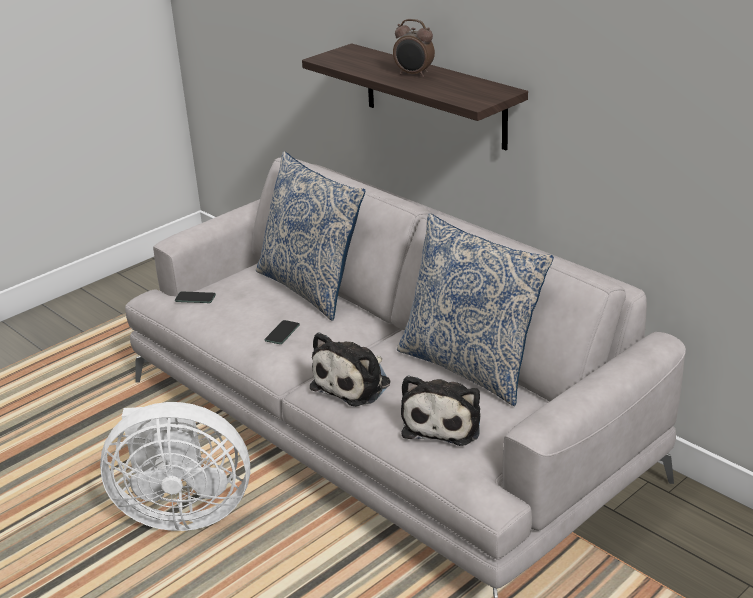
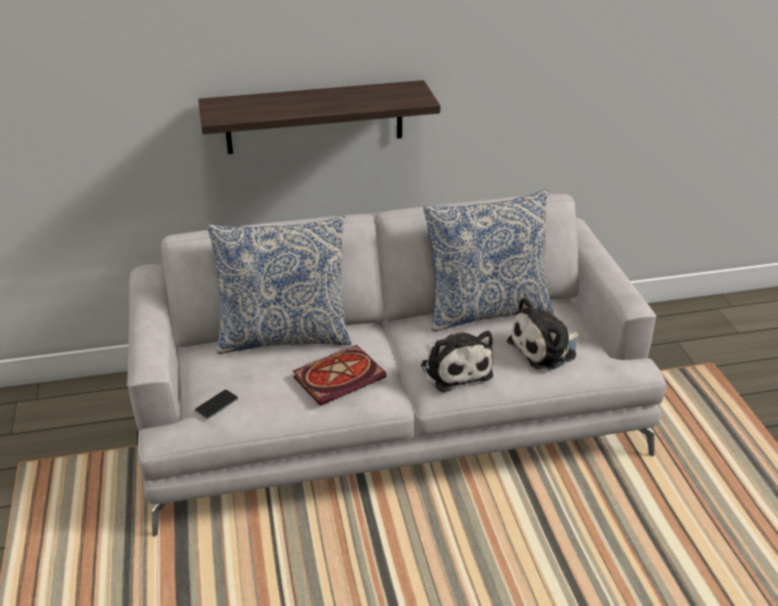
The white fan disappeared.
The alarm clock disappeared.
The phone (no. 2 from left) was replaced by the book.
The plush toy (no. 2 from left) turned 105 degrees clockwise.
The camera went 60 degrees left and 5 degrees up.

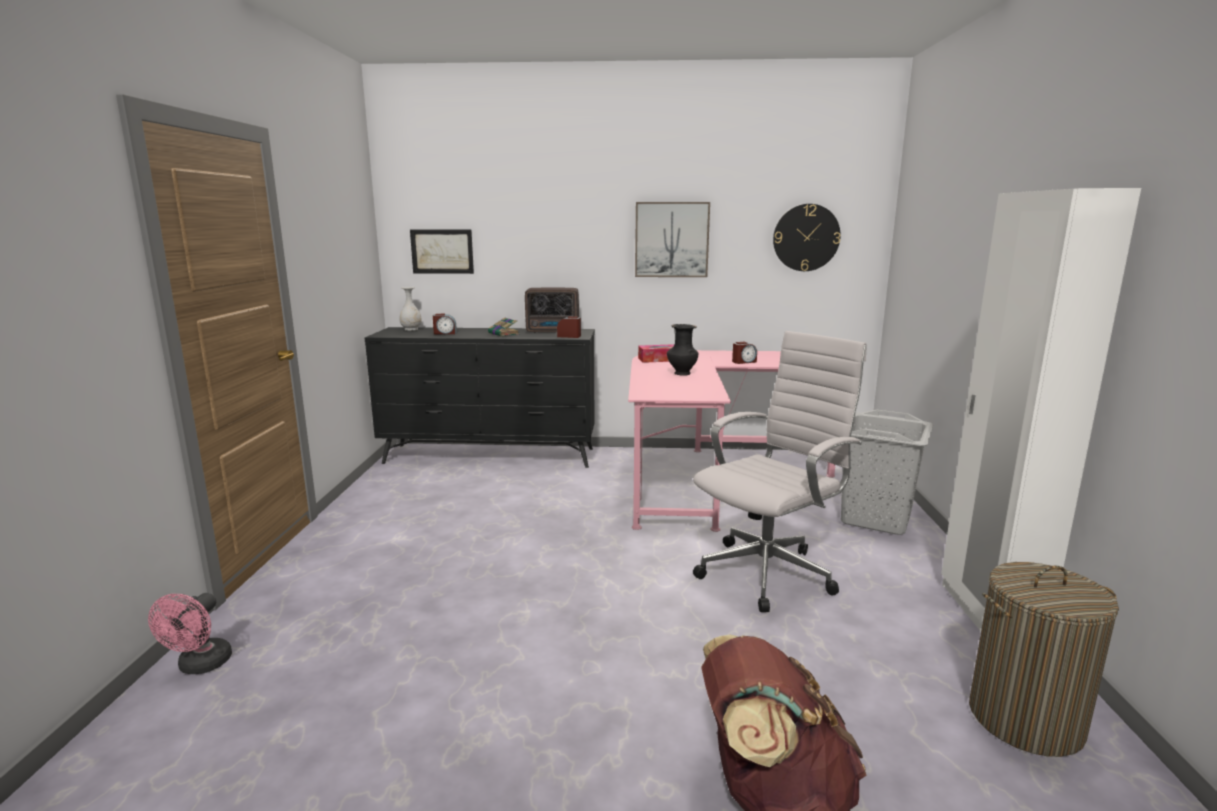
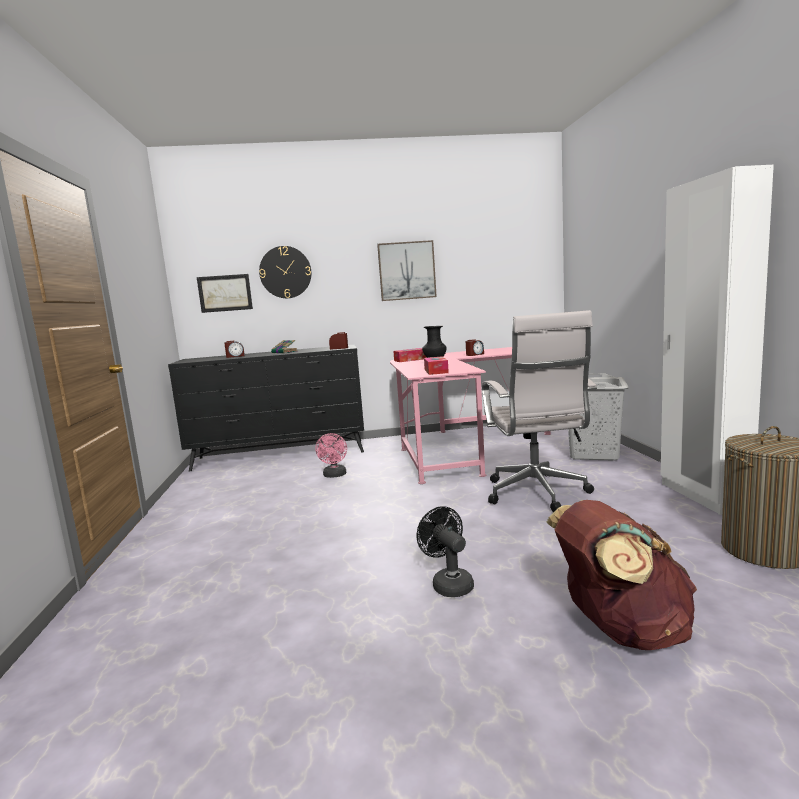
The white vase disappeared.
The radio disappeared.
The black fan appeared.
The tissue box (no. 2 from left) appeared.
The pink fan moved.
The wall clock moved.
The white office chair turned 135 degrees clockwise.
The camera went 10 degrees left and 5 degrees down.

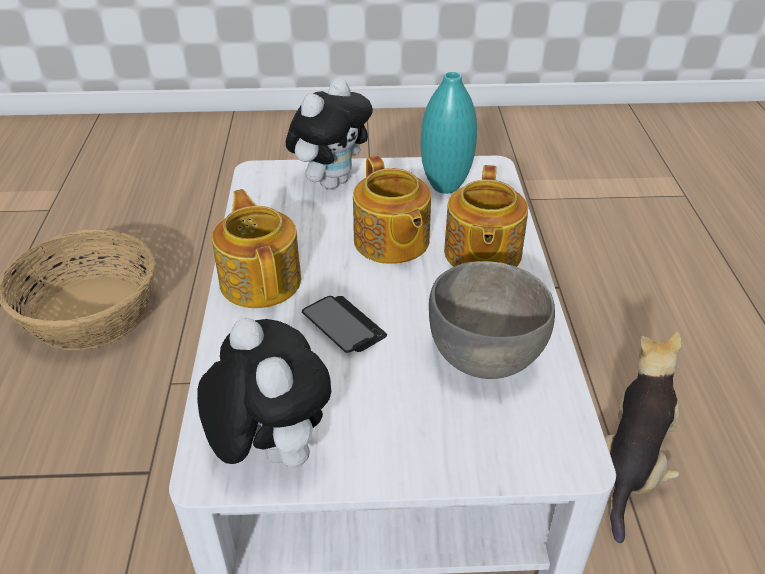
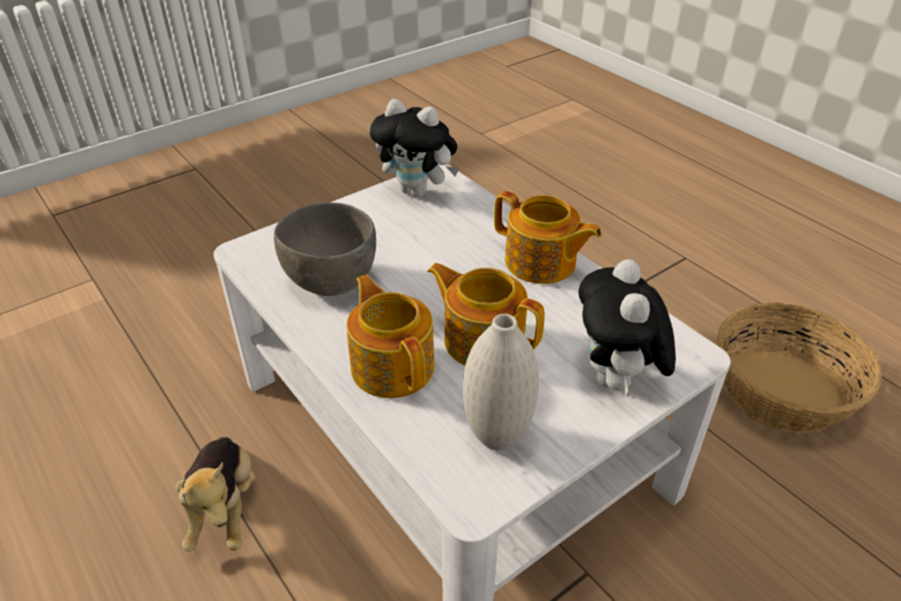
The phone disappeared.
The turquoise vase became the white vase.
The camera went 145 degrees right and 0 degrees up.

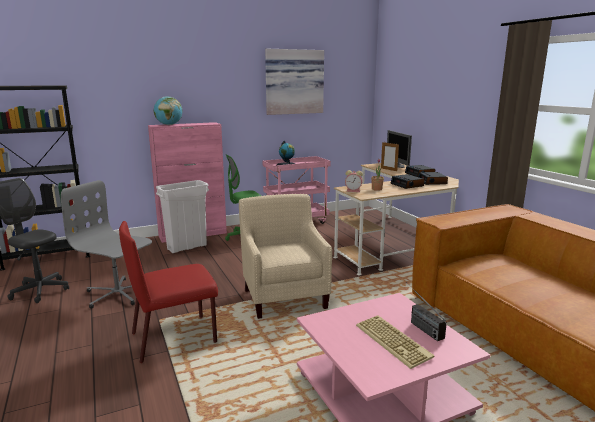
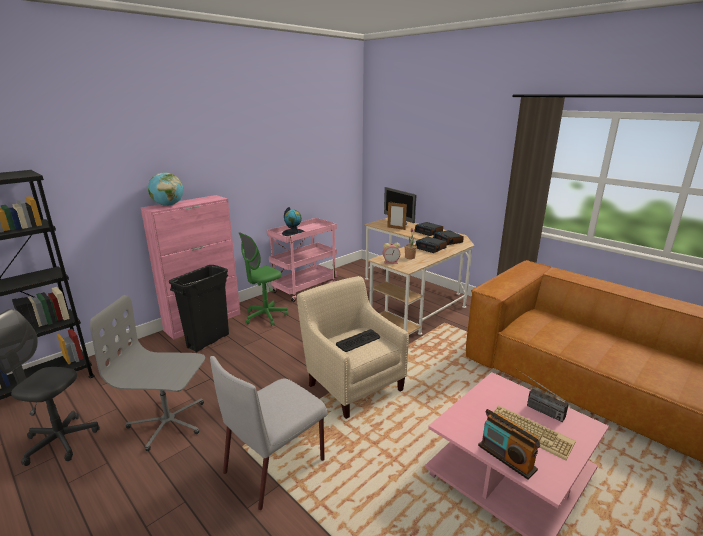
The picture disappeared.
The keyboard (no. 1 from left) appeared.
The radio (no. 1 from left) appeared.
The red chair became the grey chair.
The white trash can became the black trash can.
The camera went 20 degrees left and 5 degrees up.

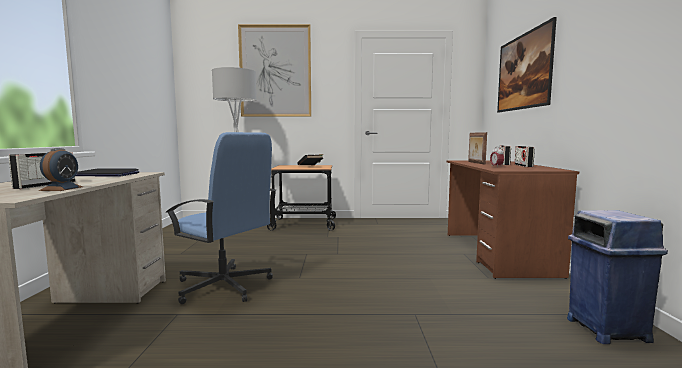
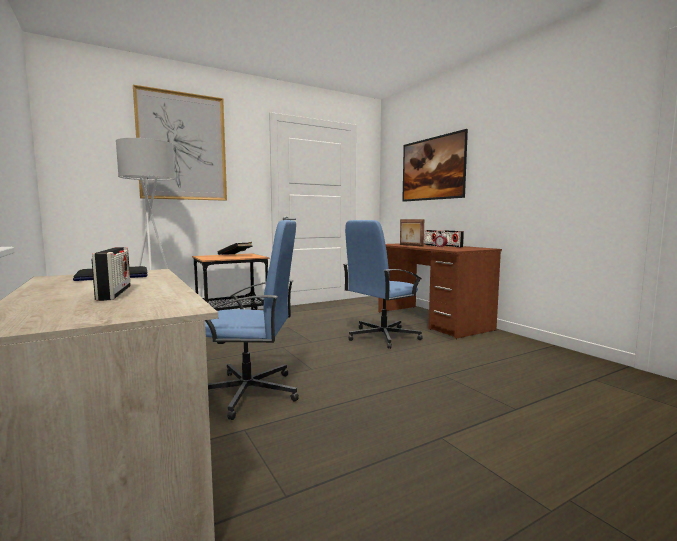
The alarm clock (no. 1 from left) disappeared.
The blue trash can disappeared.
The blue office chair (no. 2 from left) appeared.
The camera went 30 degrees left and 0 degrees up.

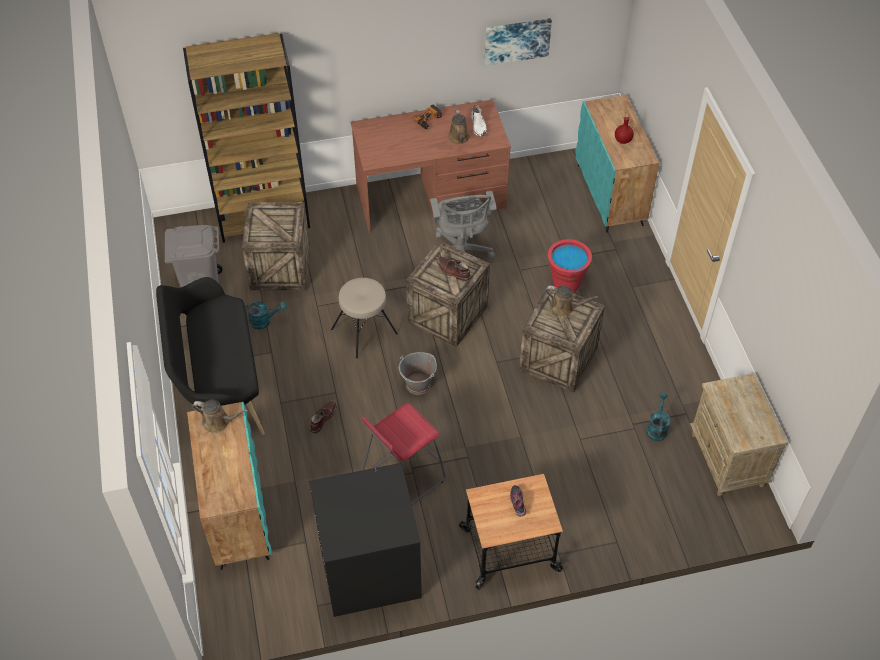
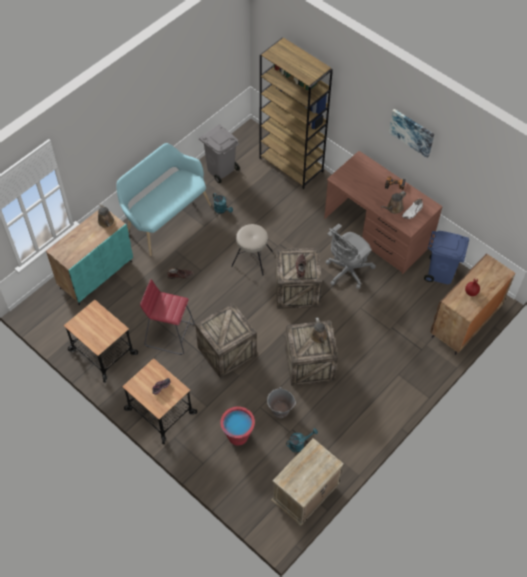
The blue trash can appeared.
The crate (no. 1 from left) moved.
The grey bucket moved.
The picture moved.
The red bucket moved.
The black washing machine was replaced by the cart (no. 1 from left).
The black bench became the turquoise bench.
The turquoise cabinet (no. 2 from left) became the brown cabinet.
The camera went 55 degrees right and 5 degrees up.

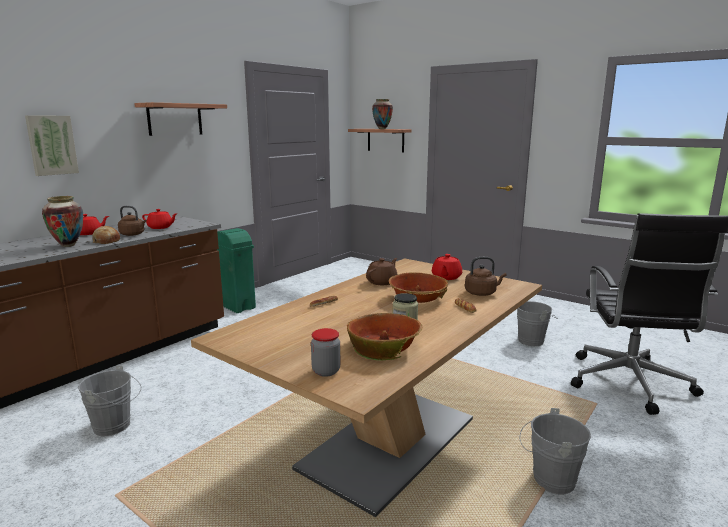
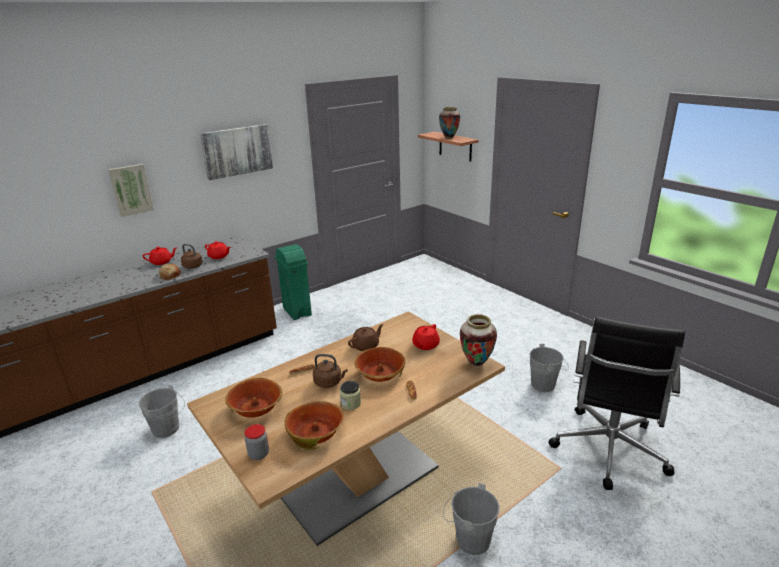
The bowl (no. 1 from left) appeared.
The vase (no. 1 from left in the first image) moved.
The brown kettle (no. 2 from left) moved.
The shelf (no. 1 from left) was replaced by the picture (no. 2 from left).
The camera went 15 degrees right and 10 degrees up.

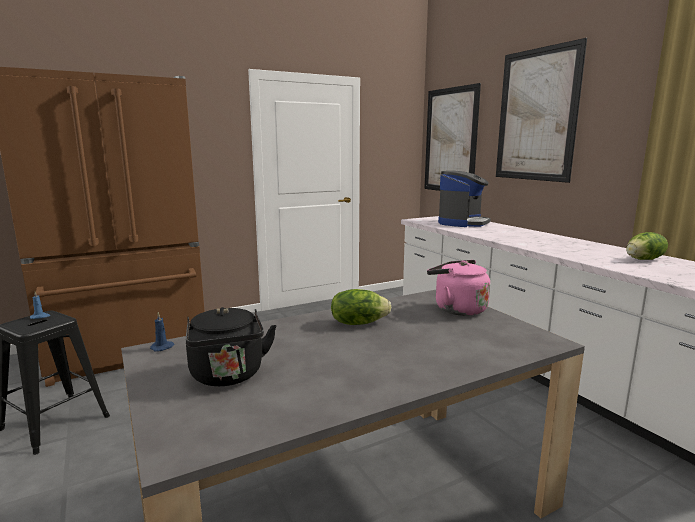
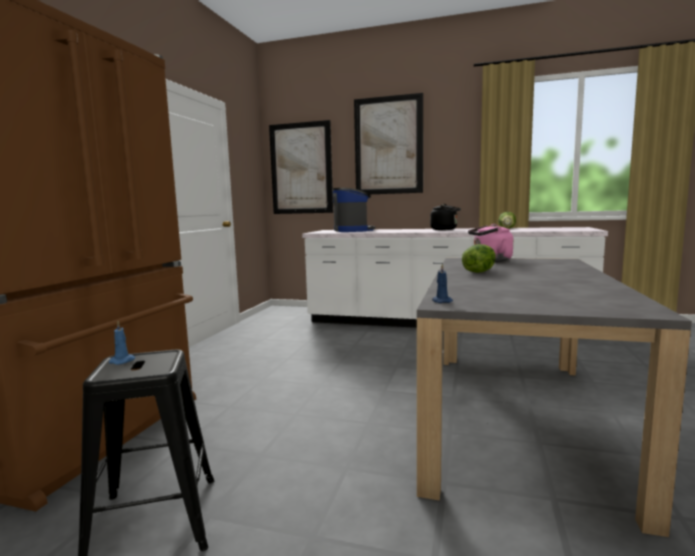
The black kettle moved.
The camera went 45 degrees left and 5 degrees down.

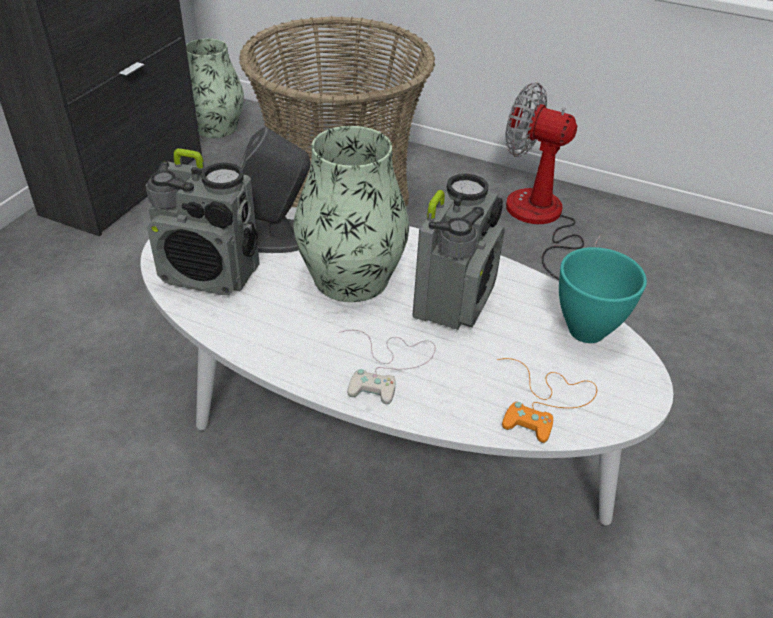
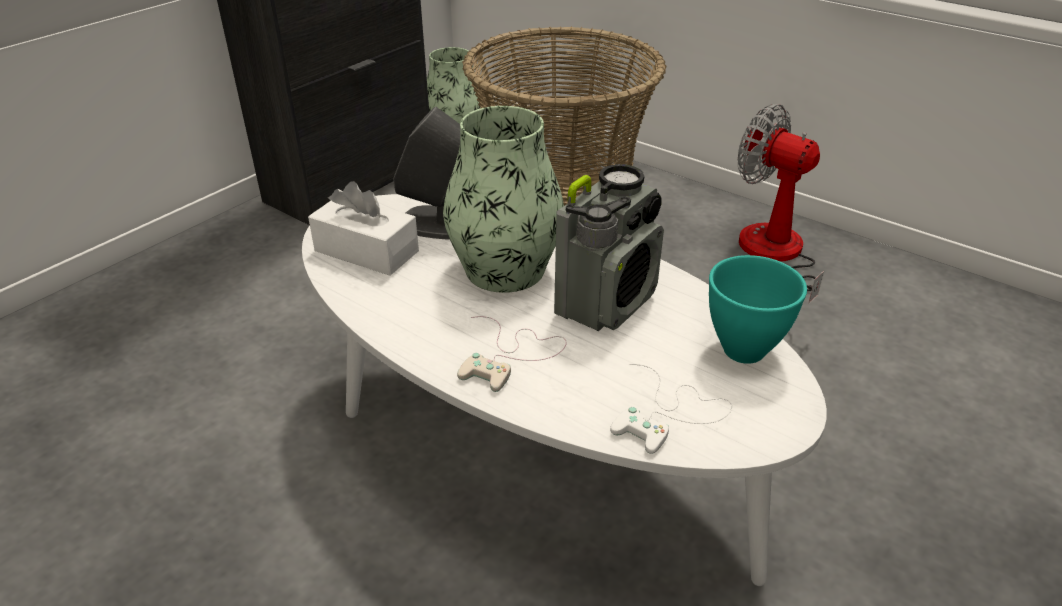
The radio (no. 1 from left) was replaced by the white tissue box.
The orange game controller became the white game controller (no. 2 from left).
The camera went 15 degrees right and 5 degrees down.

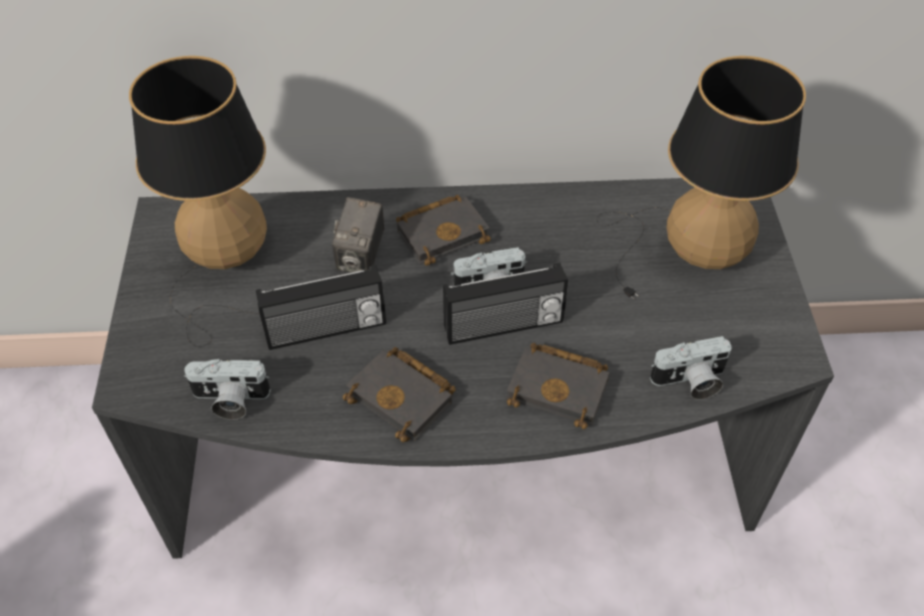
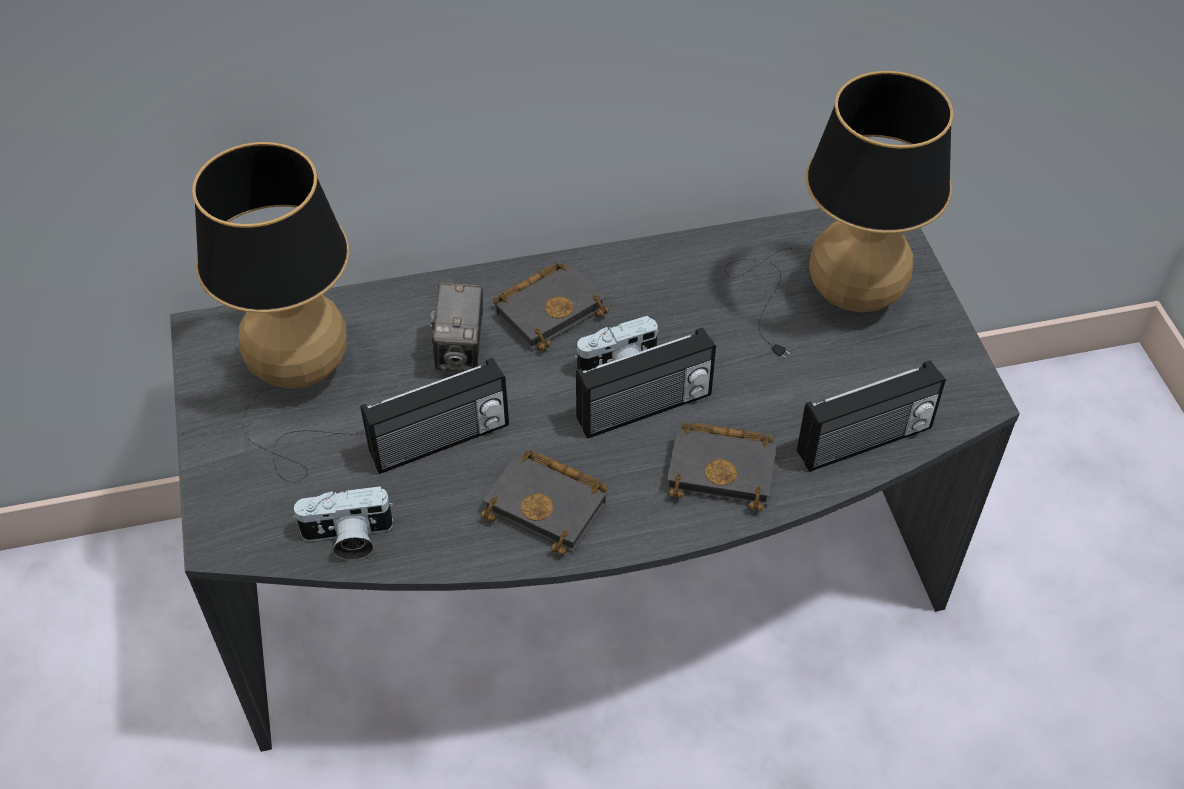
The photo camera (no. 4 from left) was replaced by the radio (no. 3 from left).
The camera went 10 degrees left and 0 degrees up.

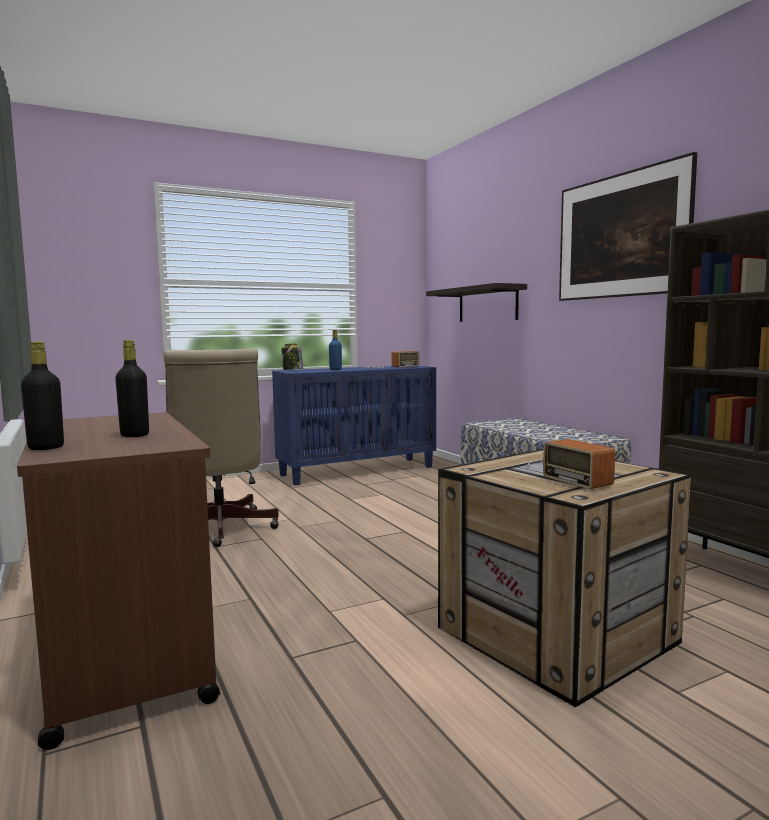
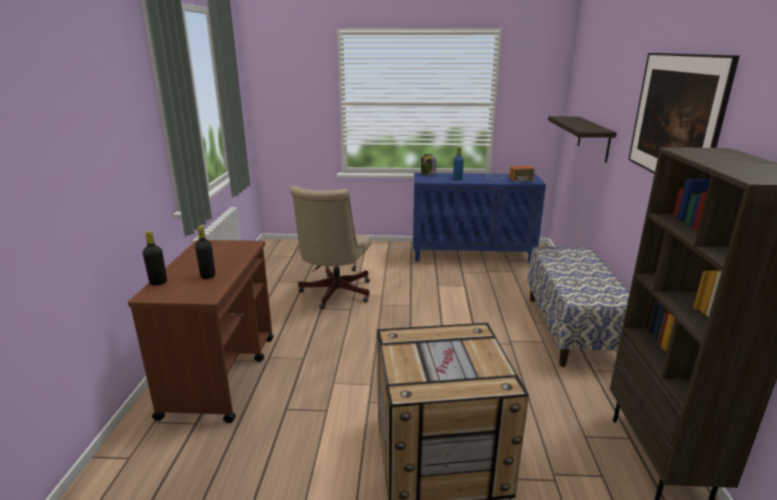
The radio (no. 2 from left) disappeared.
The camera went 30 degrees right and 15 degrees up.

